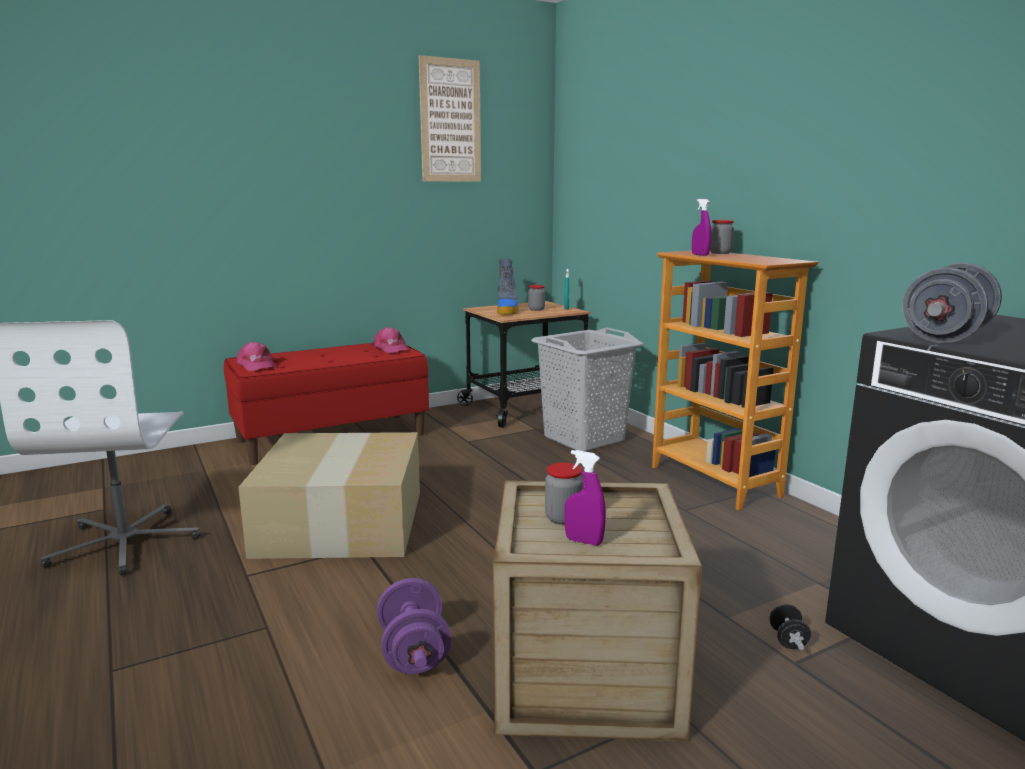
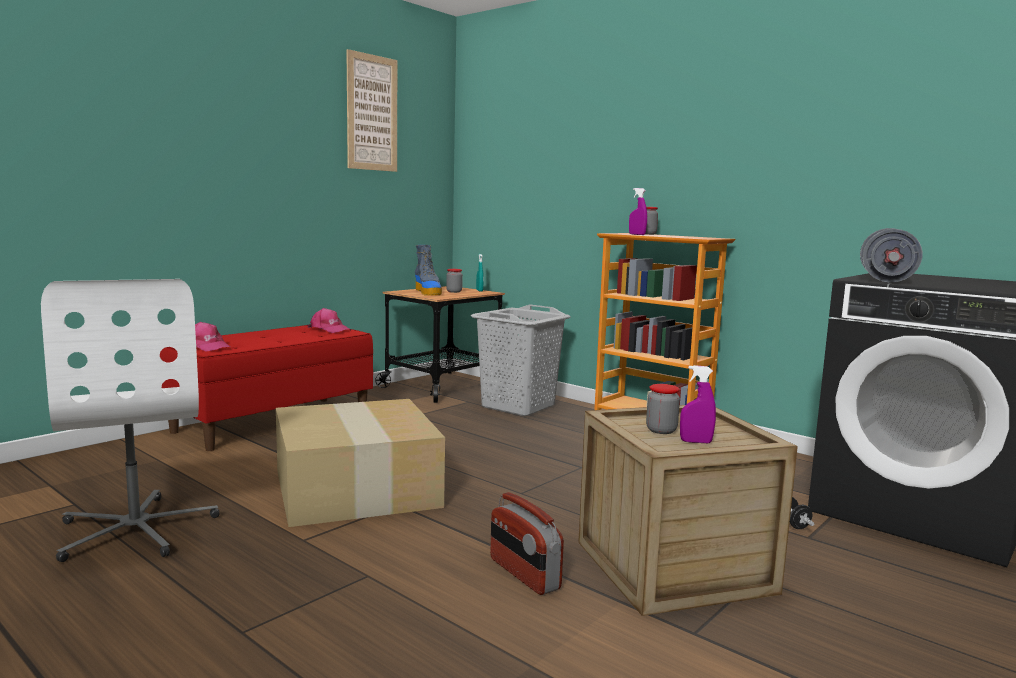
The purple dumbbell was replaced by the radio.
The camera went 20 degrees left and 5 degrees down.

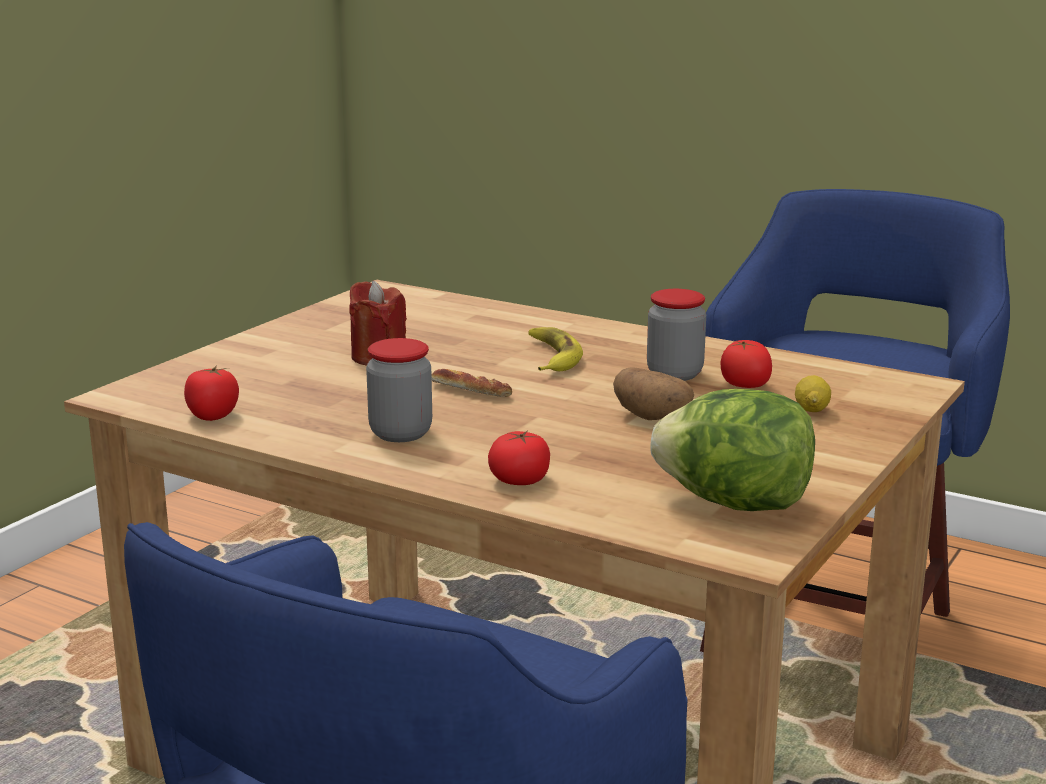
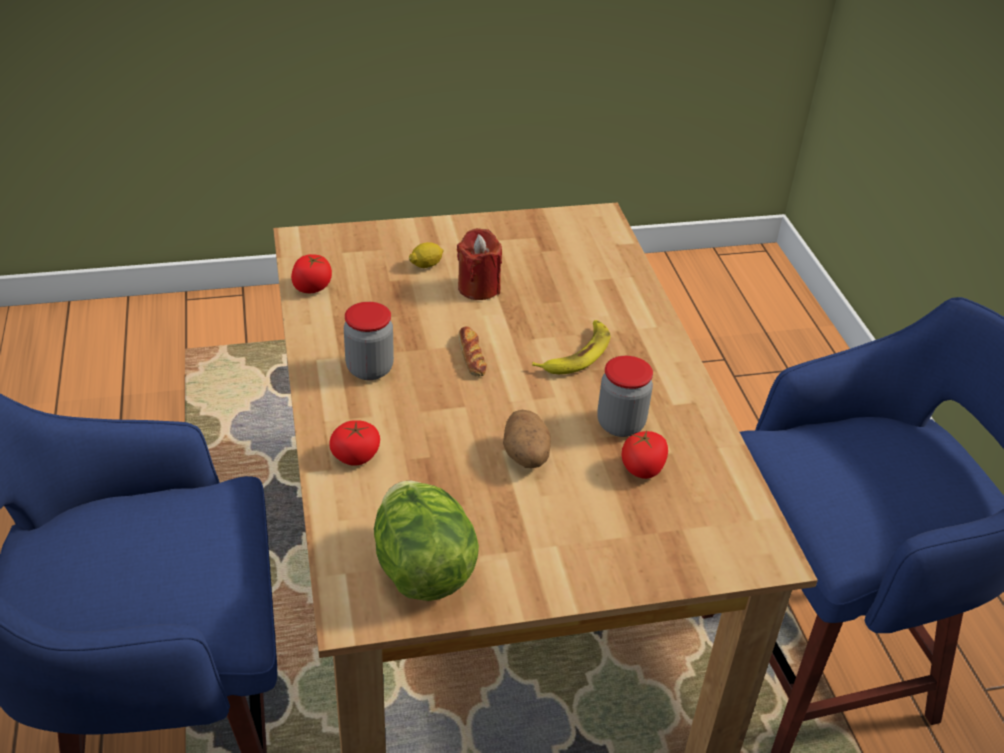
The lemon moved.
The camera went 45 degrees right and 20 degrees up.

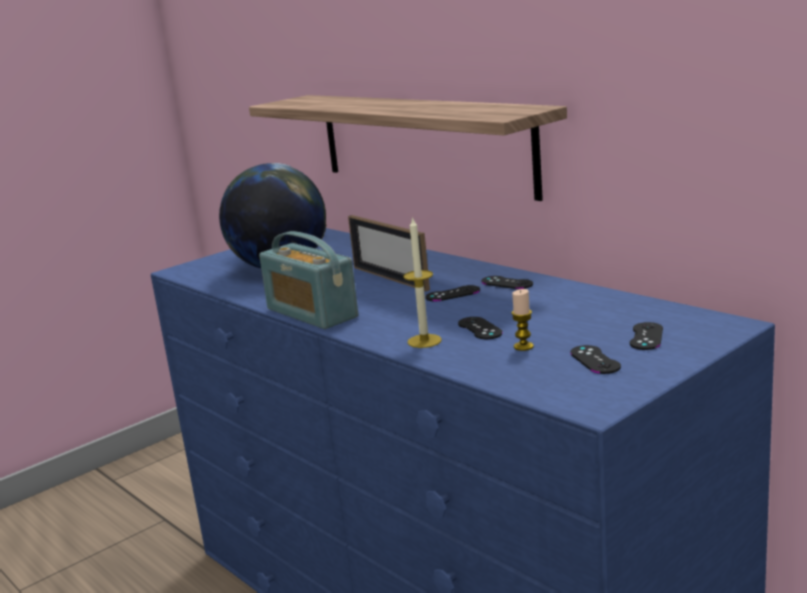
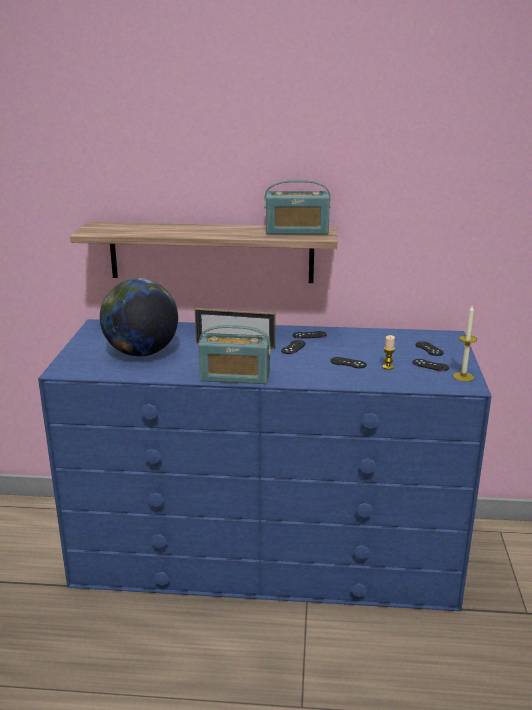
The radio (no. 2 from left) appeared.
The candle (no. 1 from left in the first image) moved.
The camera went 45 degrees left and 5 degrees up.

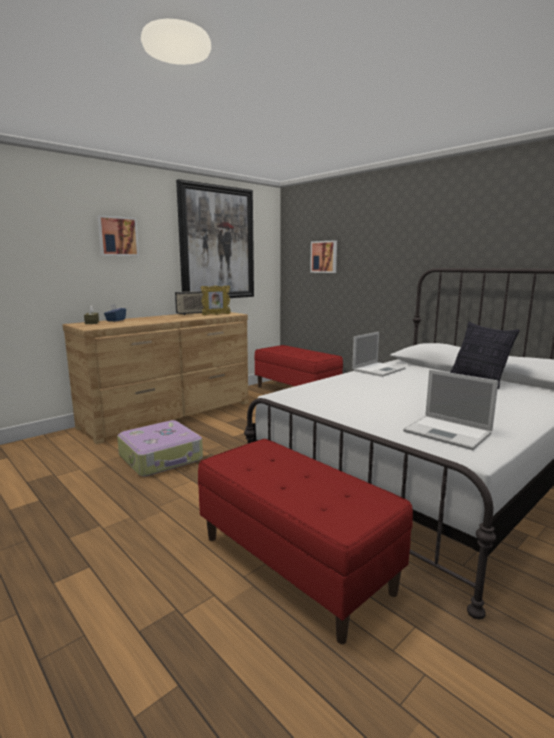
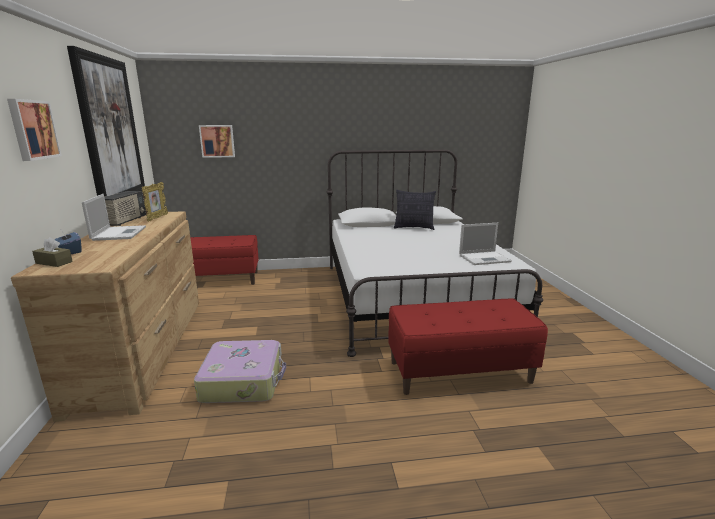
The laptop (no. 1 from left) moved.
The camera went 55 degrees left and 5 degrees up.

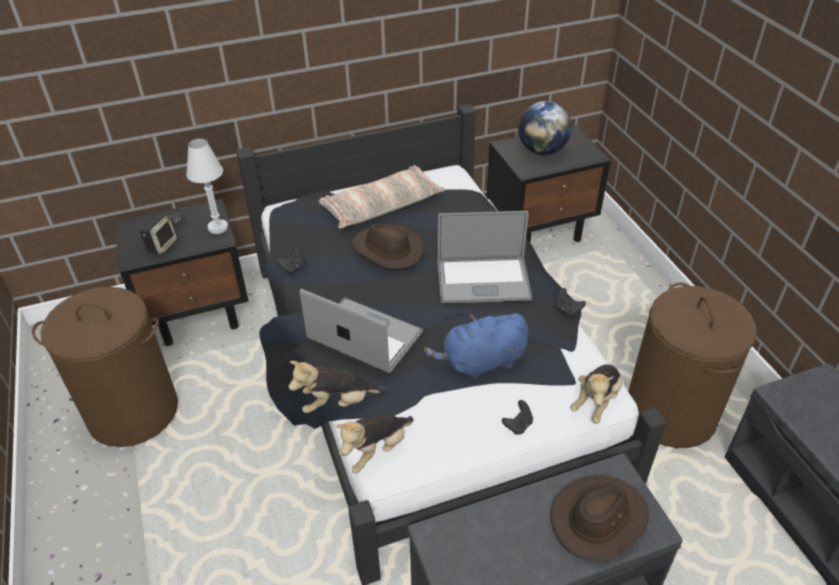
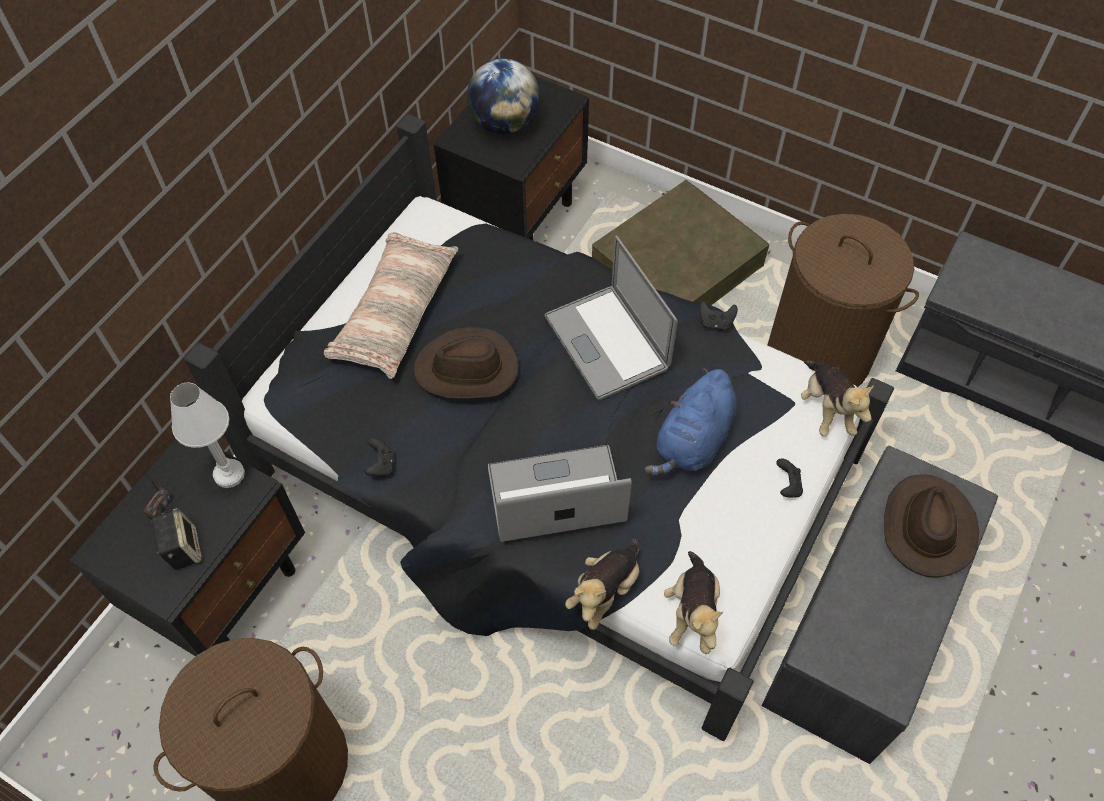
The brown storage box appeared.
The laptop (no. 2 from left) turned 105 degrees clockwise.
The camera went 40 degrees left and 15 degrees up.

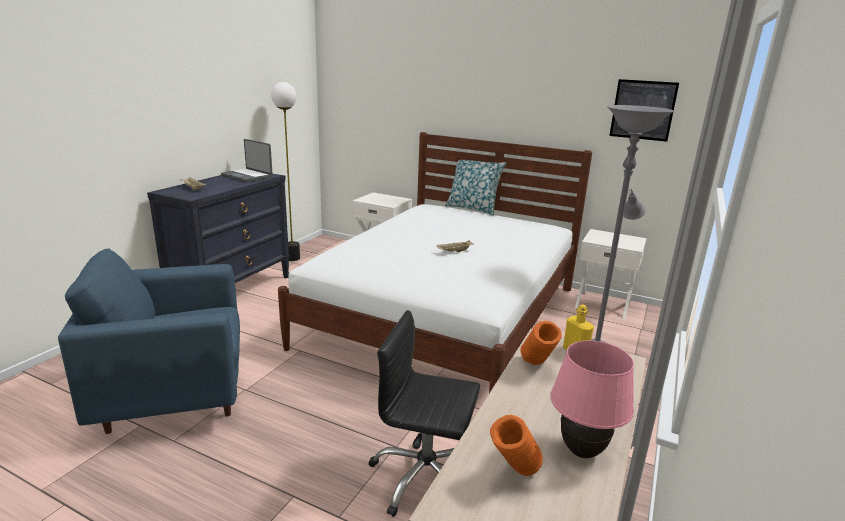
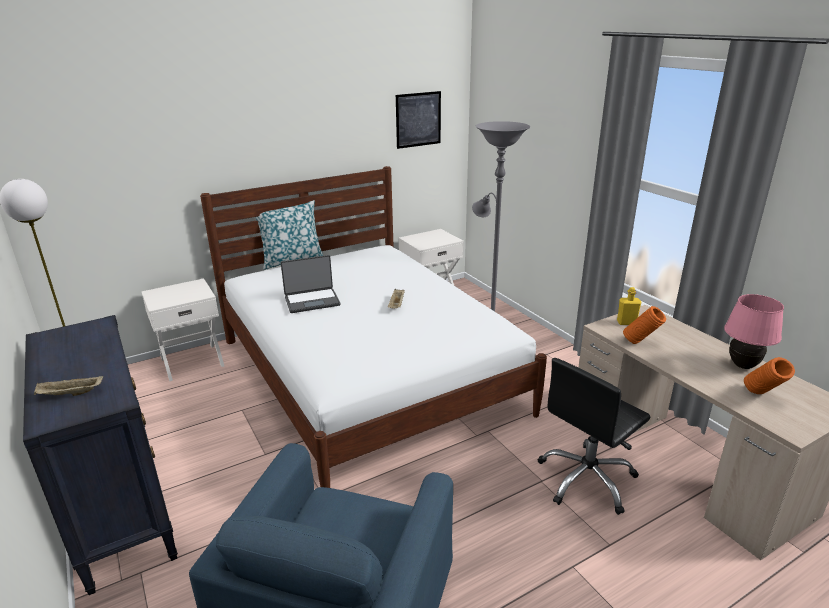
The laptop moved.
The camera went 55 degrees left and 5 degrees up.

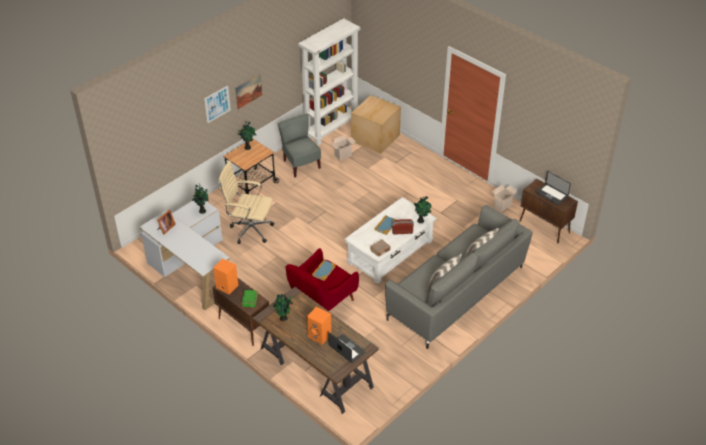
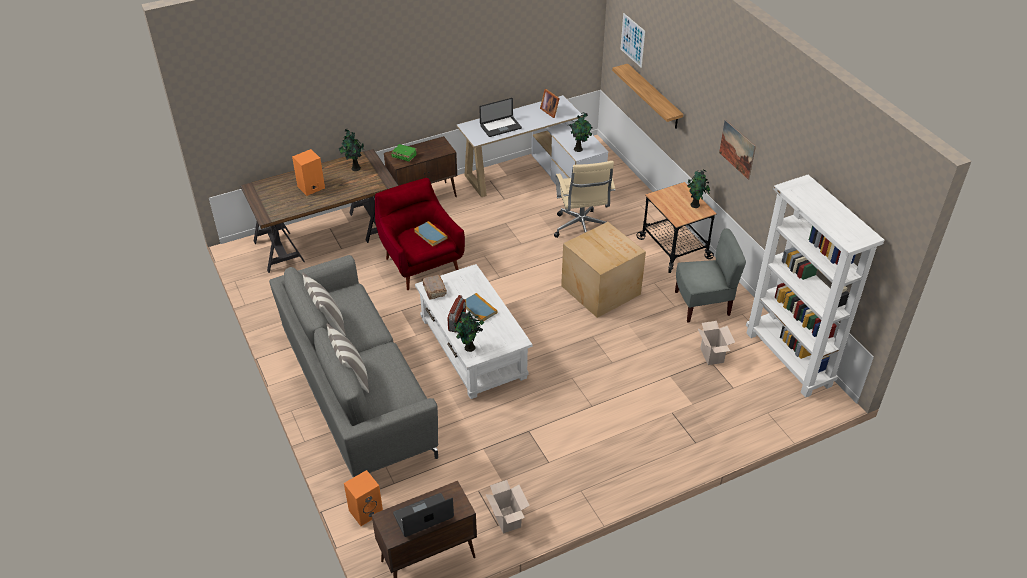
The shelf appeared.
The picture (no. 1 from left) moved.
The orange speaker (no. 1 from left in the first image) moved.
The laptop (no. 1 from left in the first image) moved.
The cardboard box (no. 2 from left) moved.
The beige office chair turned 135 degrees clockwise.
The camera went 110 degrees right and 0 degrees up.

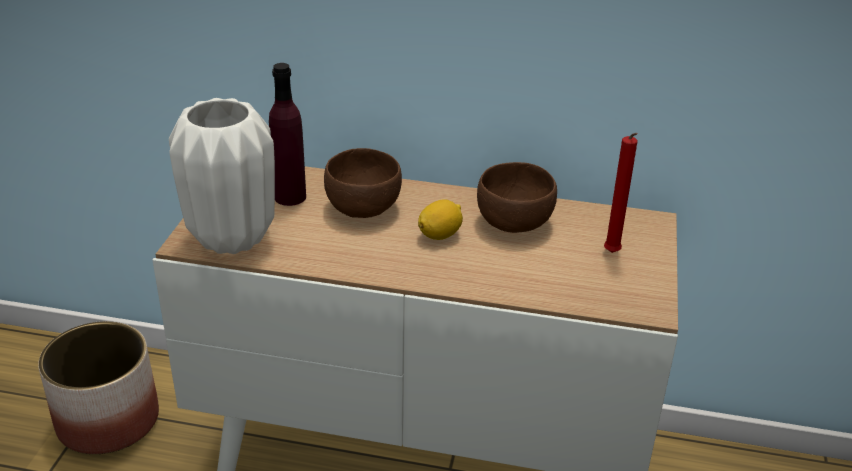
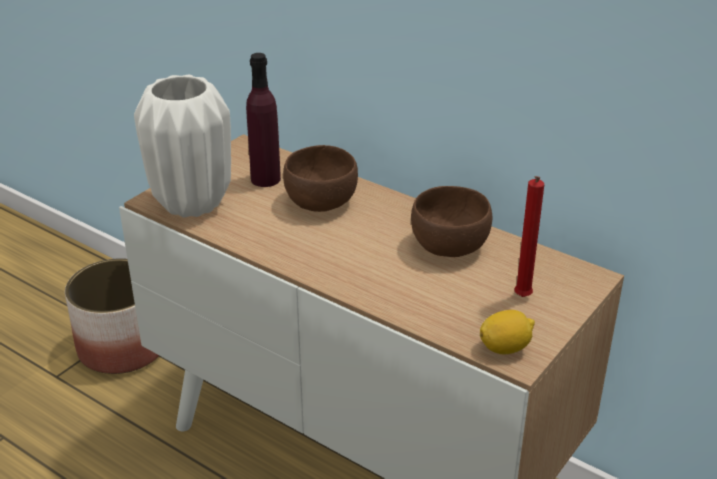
The lemon moved.
The camera went 25 degrees right and 0 degrees up.

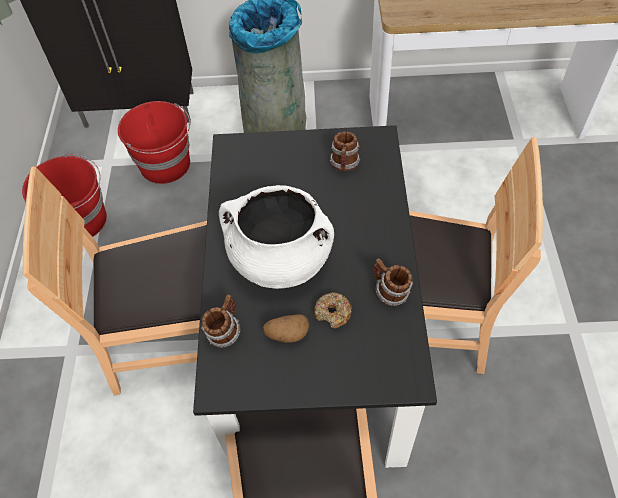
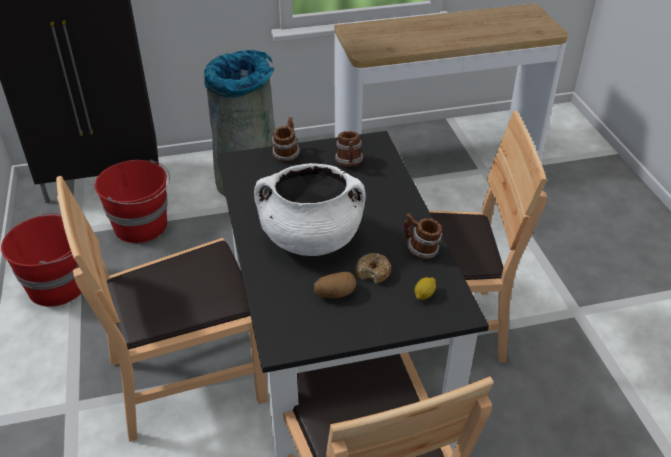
The lemon appeared.
The mug (no. 1 from left) moved.
The camera went 15 degrees left and 15 degrees down.

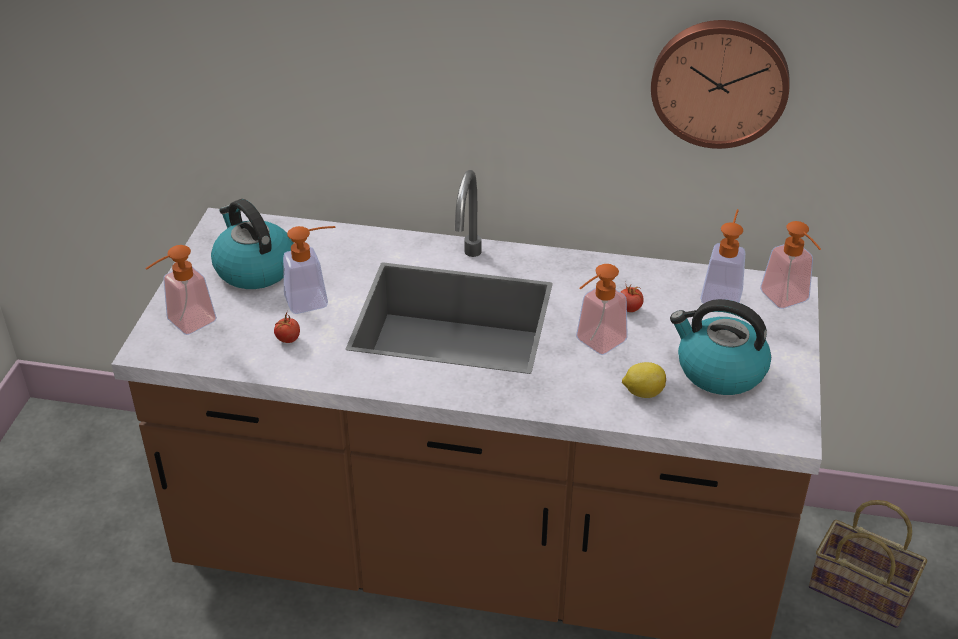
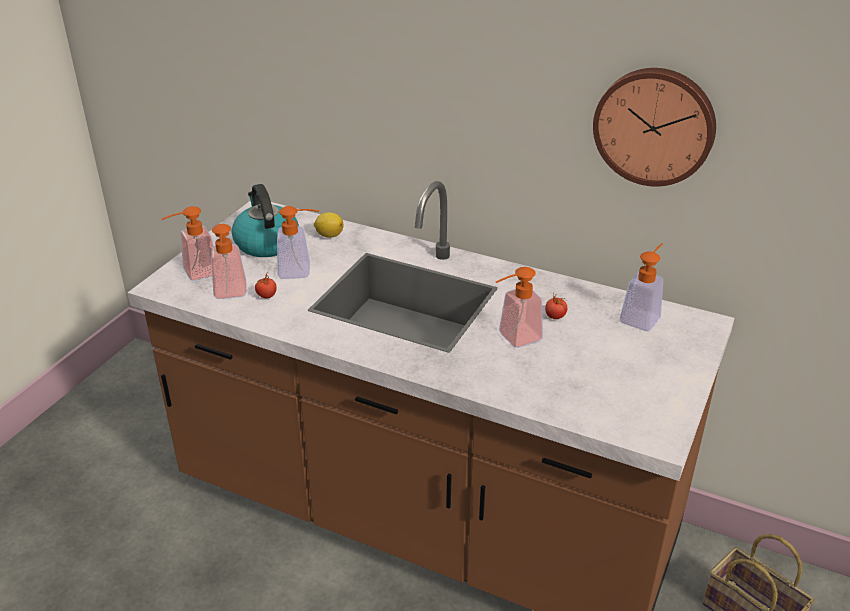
The kettle (no. 2 from left) disappeared.
The lemon moved.
The soap dispenser (no. 5 from left in the first image) moved.
The camera went 15 degrees right and 5 degrees down.

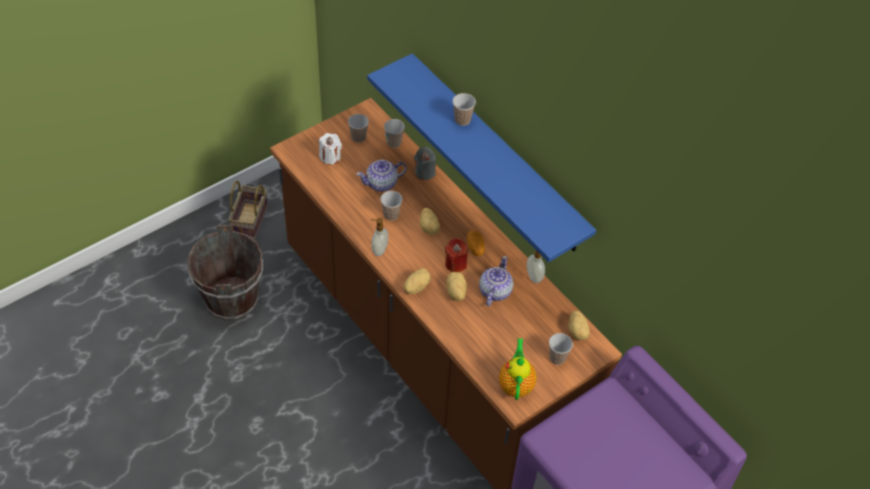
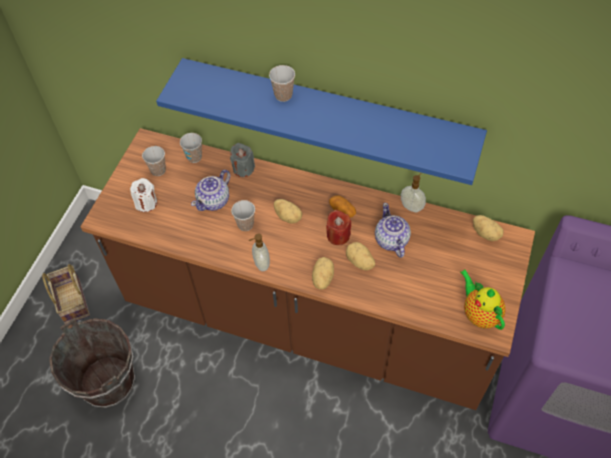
The cup (no. 5 from left) disappeared.
The camera went 30 degrees left and 5 degrees up.

